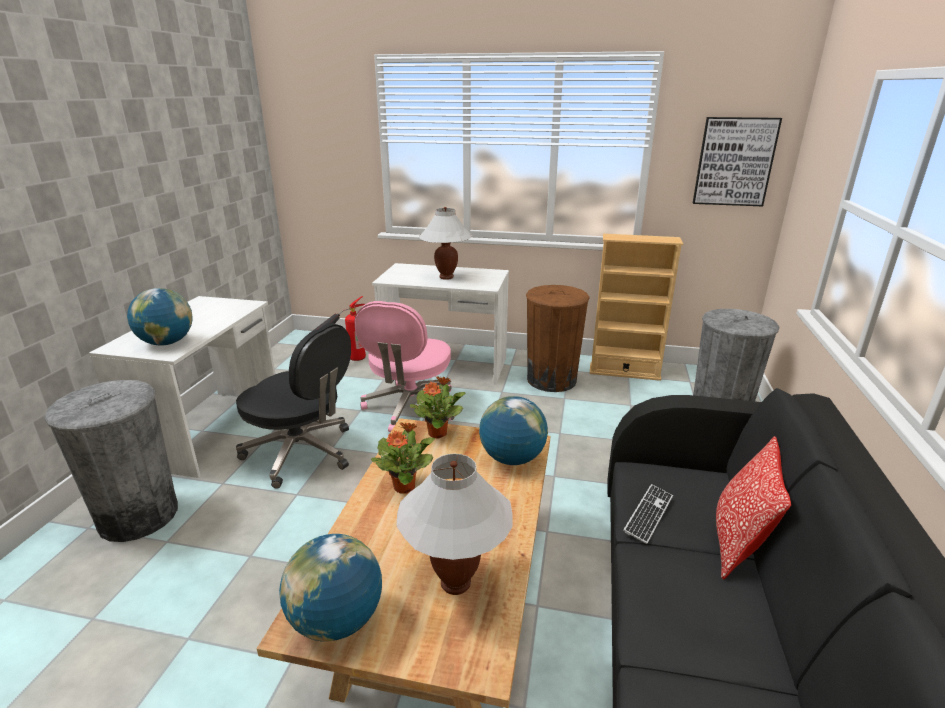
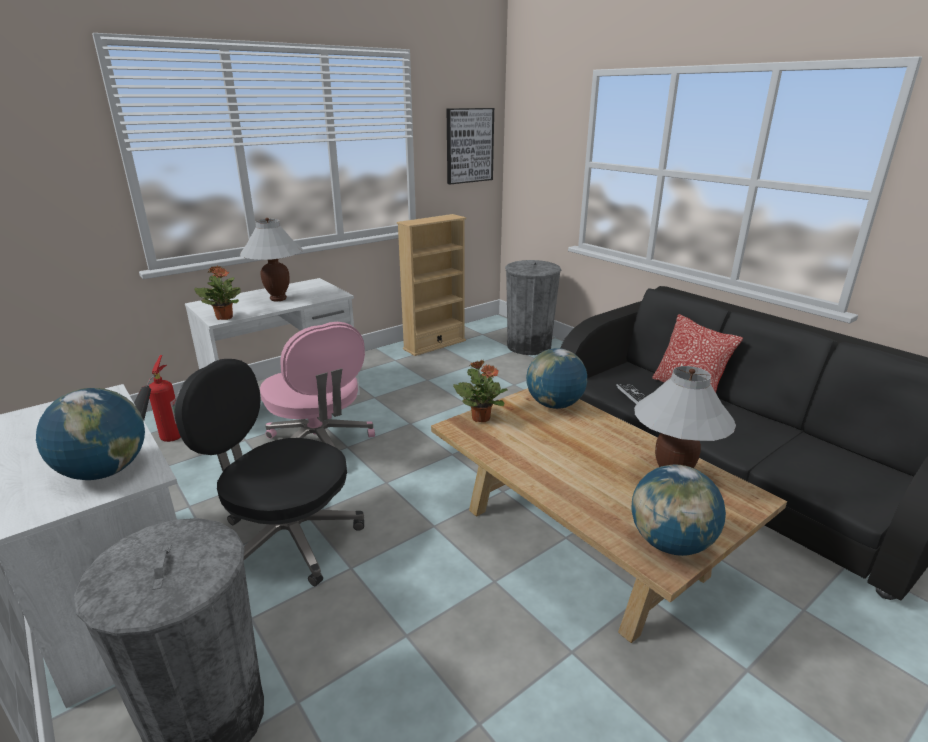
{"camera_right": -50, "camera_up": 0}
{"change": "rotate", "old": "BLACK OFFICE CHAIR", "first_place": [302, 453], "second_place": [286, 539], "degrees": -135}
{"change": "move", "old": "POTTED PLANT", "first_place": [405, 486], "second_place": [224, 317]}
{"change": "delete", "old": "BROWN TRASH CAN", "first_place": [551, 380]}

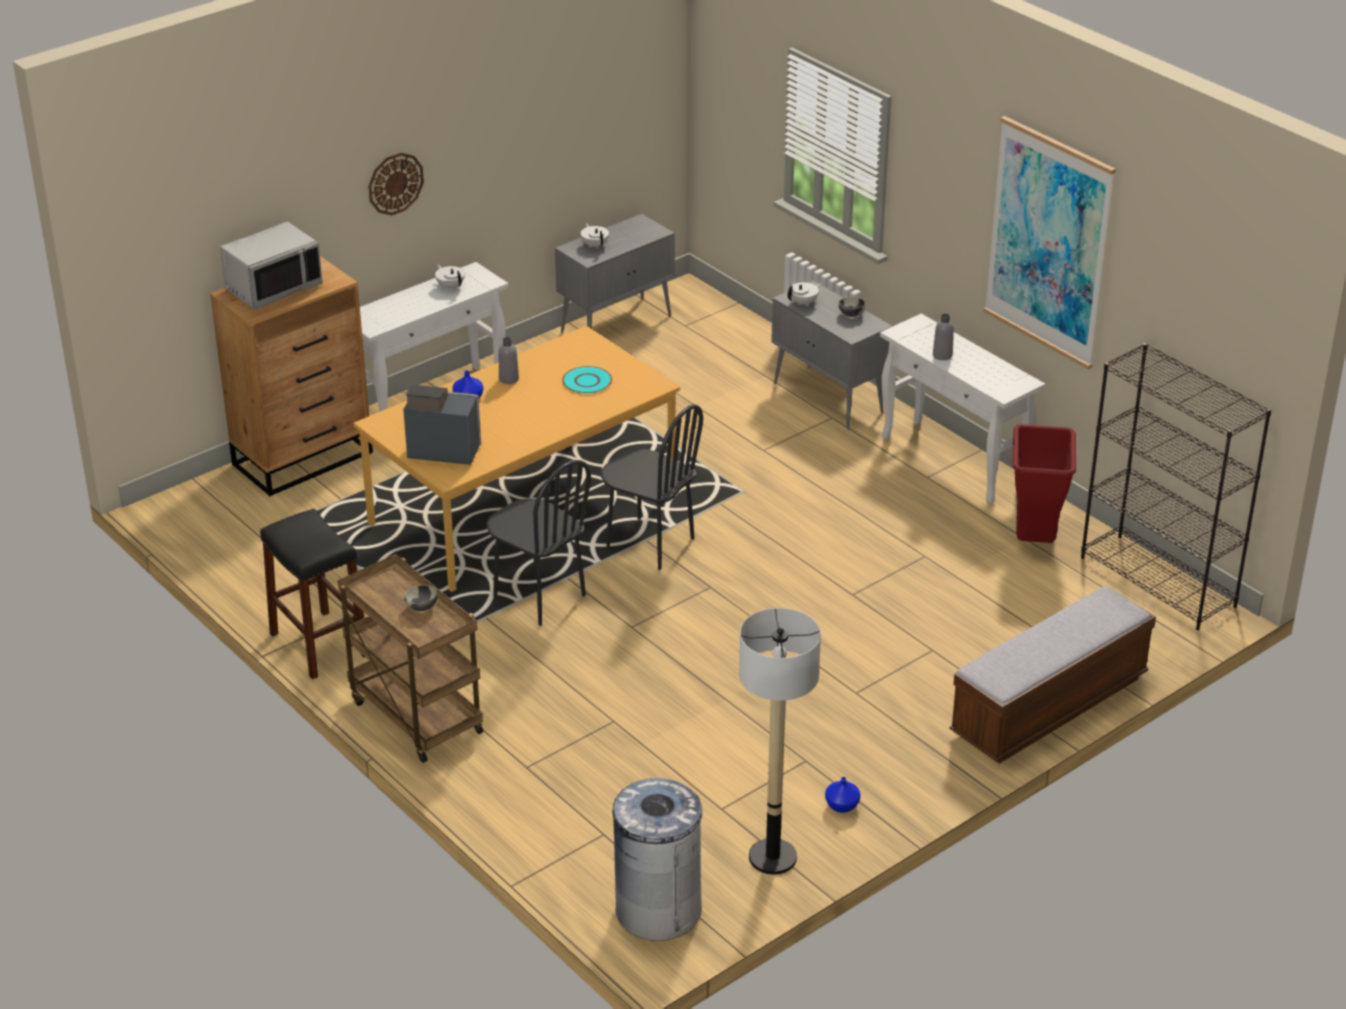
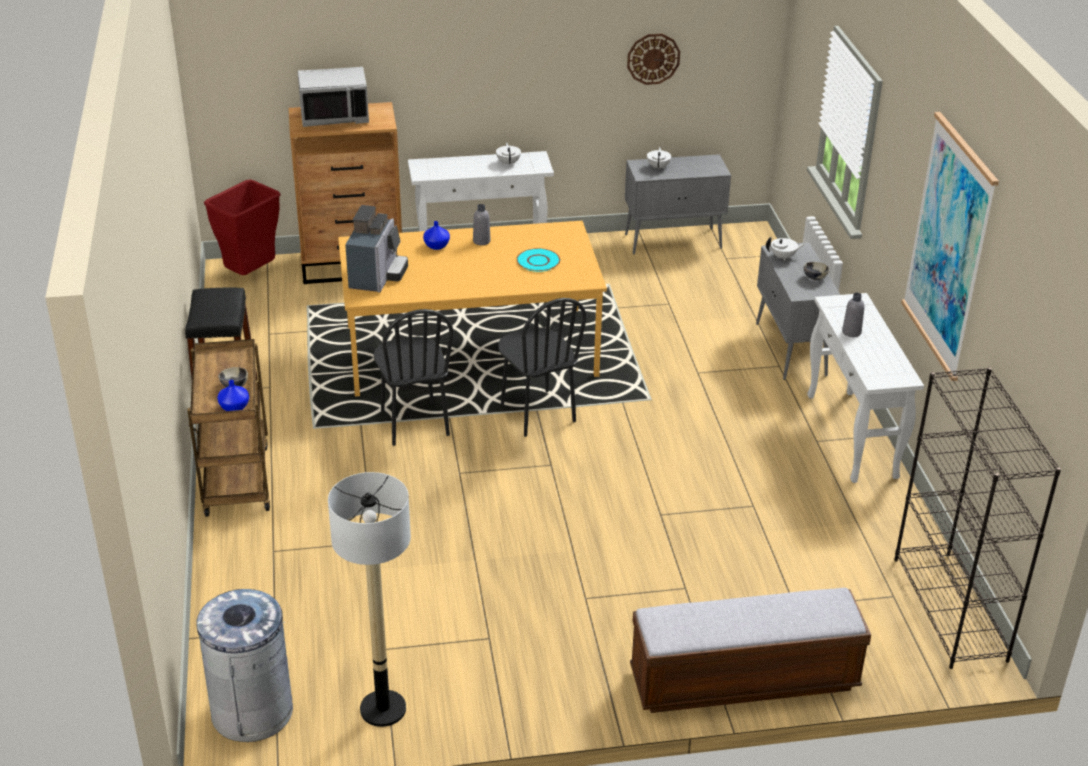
{"camera_right": 30, "camera_up": 0}
{"change": "move", "old": "WALL CLOCK", "first_place": [395, 183], "second_place": [653, 58]}
{"change": "rotate", "old": "COFFEE MACHINE", "first_place": [442, 450], "second_place": [377, 276], "degrees": 60}
{"change": "move", "old": "BLUE VASE", "first_place": [841, 805], "second_place": [234, 407]}
{"change": "move", "old": "RED TRASH CAN", "first_place": [1033, 540], "second_place": [251, 274]}

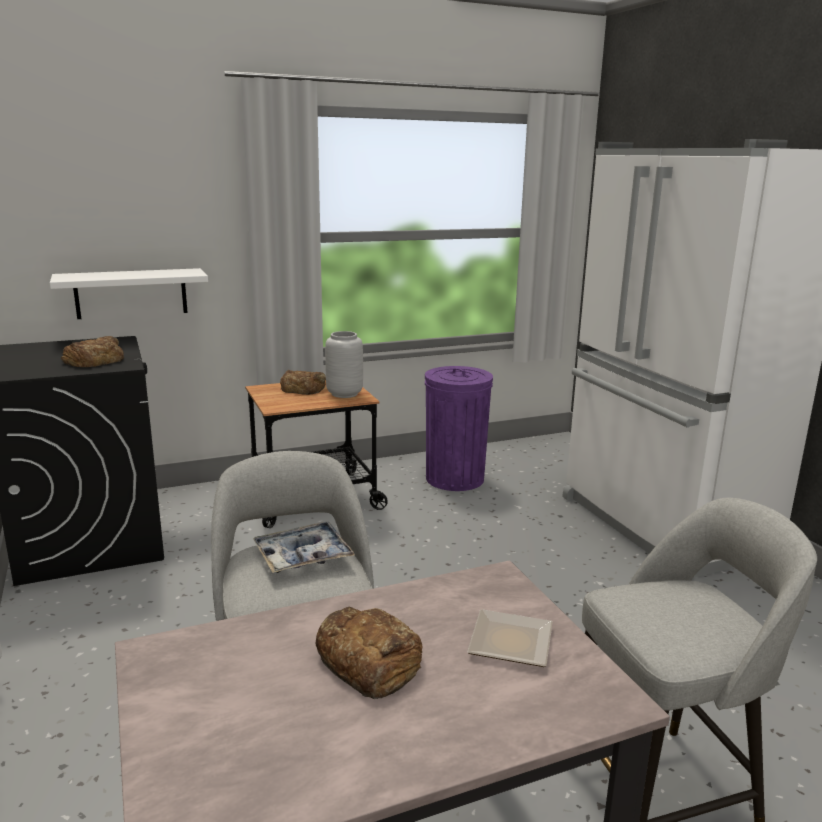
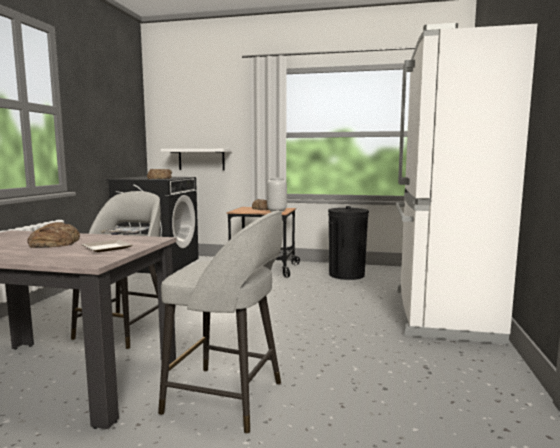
{"camera_right": 35, "camera_up": -10}
{"change": "recolor", "old": "PURPLE TRASH CAN", "new": "BLACK TRASH CAN", "first_place": [454, 478], "second_place": [346, 274]}

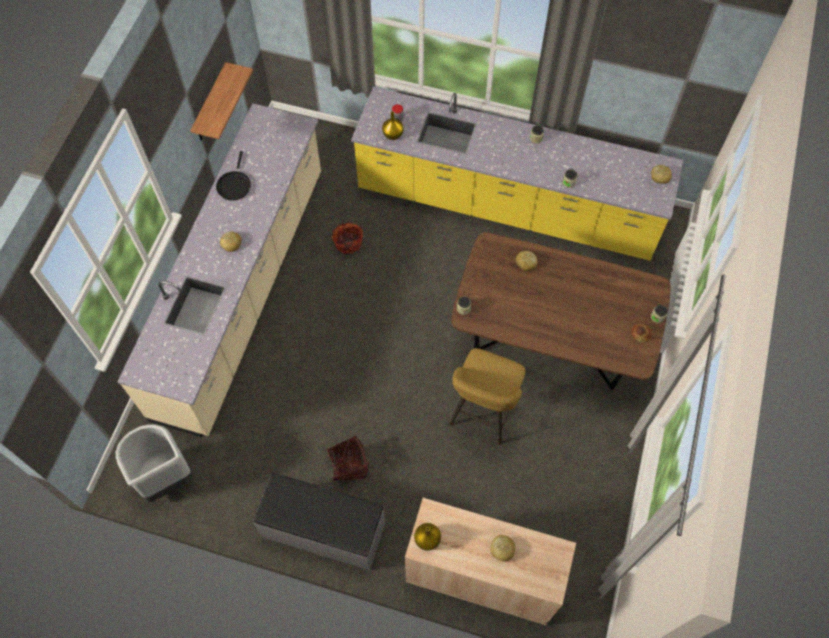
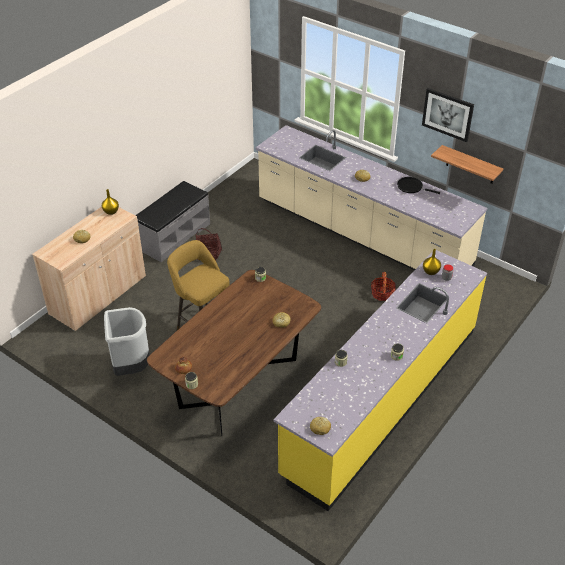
{"camera_right": 110, "camera_up": -20}
{"change": "move", "old": "GREY TRASH CAN", "first_place": [167, 478], "second_place": [131, 367]}
{"change": "insert", "new": "PICTURE", "second_place": [447, 114]}

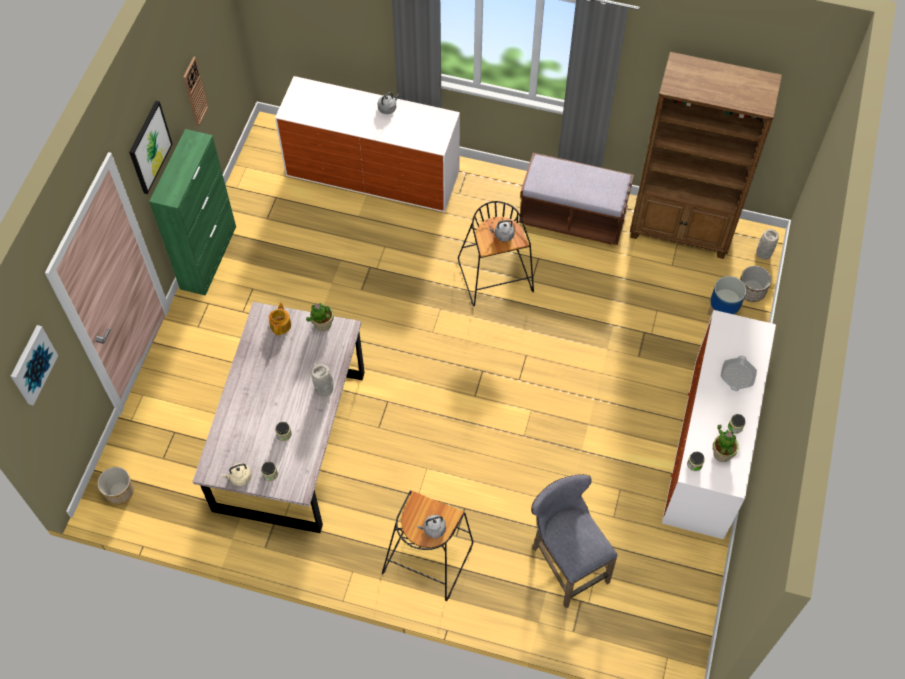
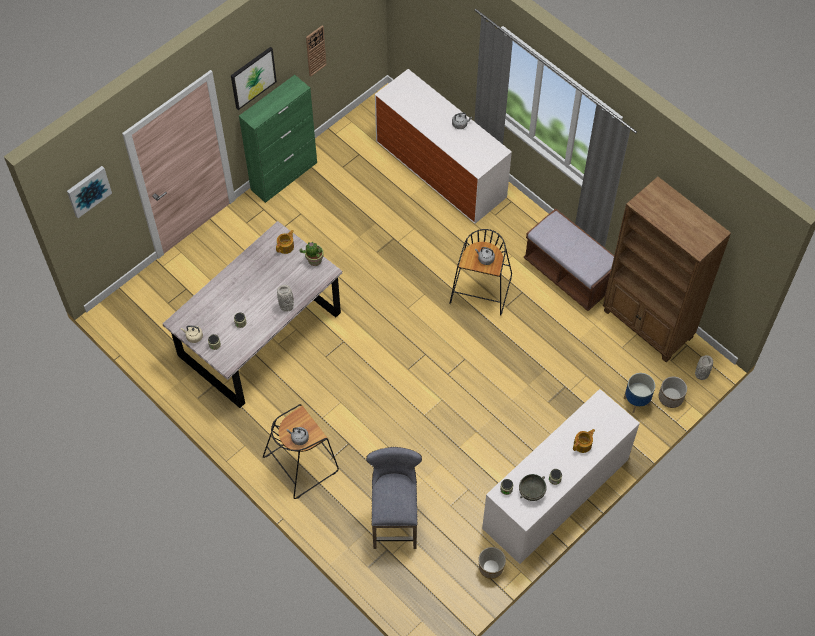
{"camera_right": 30, "camera_up": 0}
{"change": "move", "old": "PLANTER", "first_place": [119, 492], "second_place": [490, 568]}
{"change": "replace", "old": "POTTED PLANT", "new": "GREY BOWL", "first_place": [722, 453], "second_place": [532, 492]}
{"change": "replace", "old": "FRYING PAN", "new": "TEAPOT", "first_place": [737, 375], "second_place": [583, 444]}

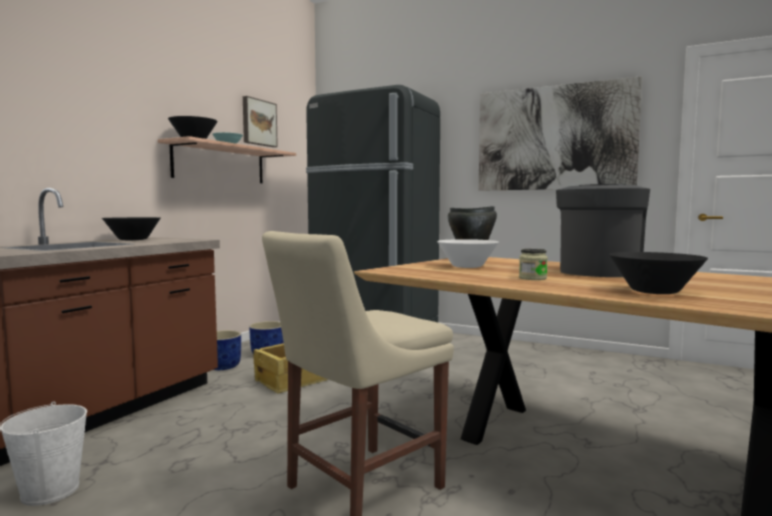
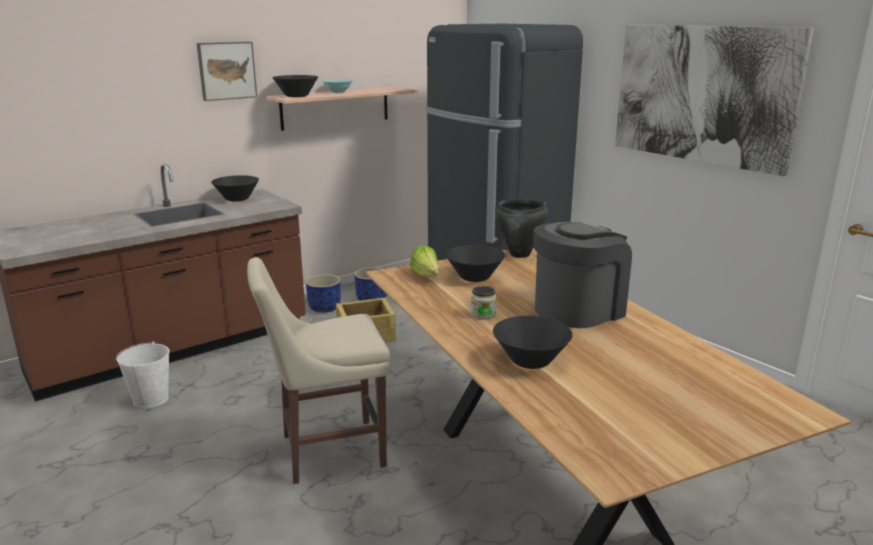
{"camera_right": 25, "camera_up": 15}
{"change": "move", "old": "PICTURE", "first_place": [258, 122], "second_place": [226, 70]}
{"change": "recolor", "old": "WHITE BOWL", "new": "BLACK BOWL", "first_place": [467, 266], "second_place": [474, 277]}
{"change": "insert", "new": "LETTUCE", "second_place": [426, 276]}

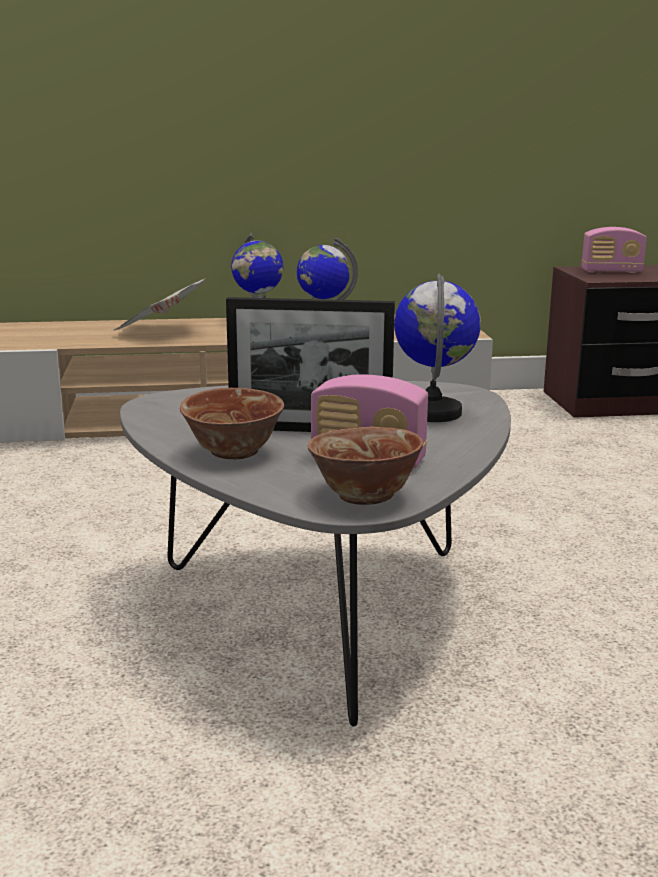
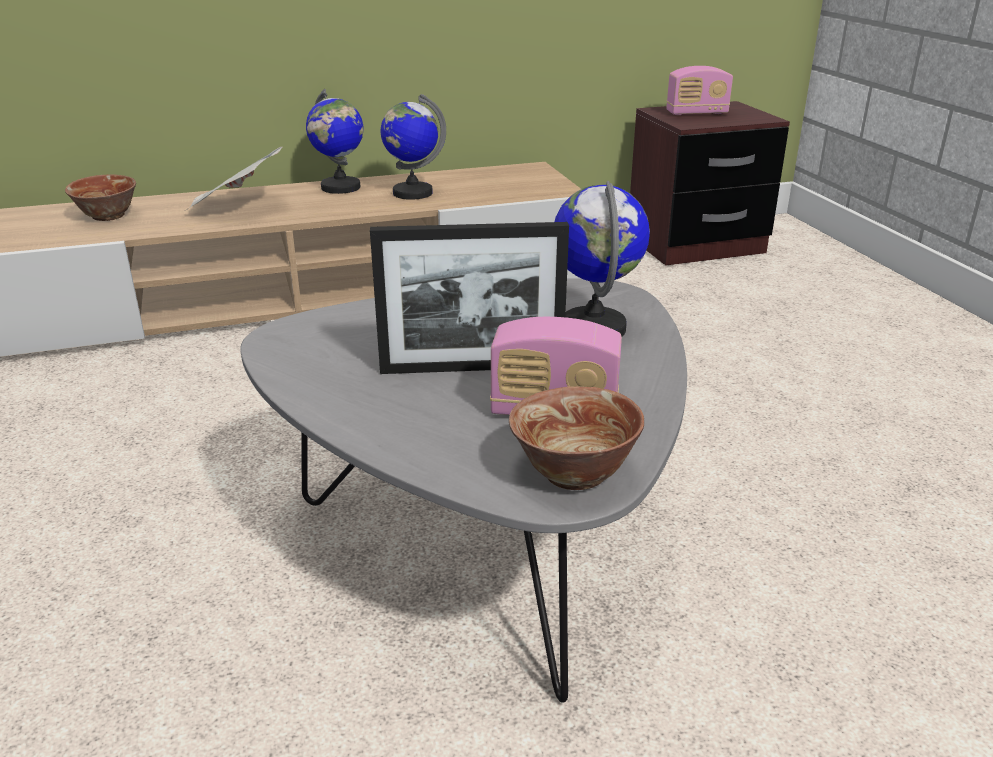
{"camera_right": -10, "camera_up": 10}
{"change": "move", "old": "BOWL", "first_place": [234, 452], "second_place": [108, 217]}

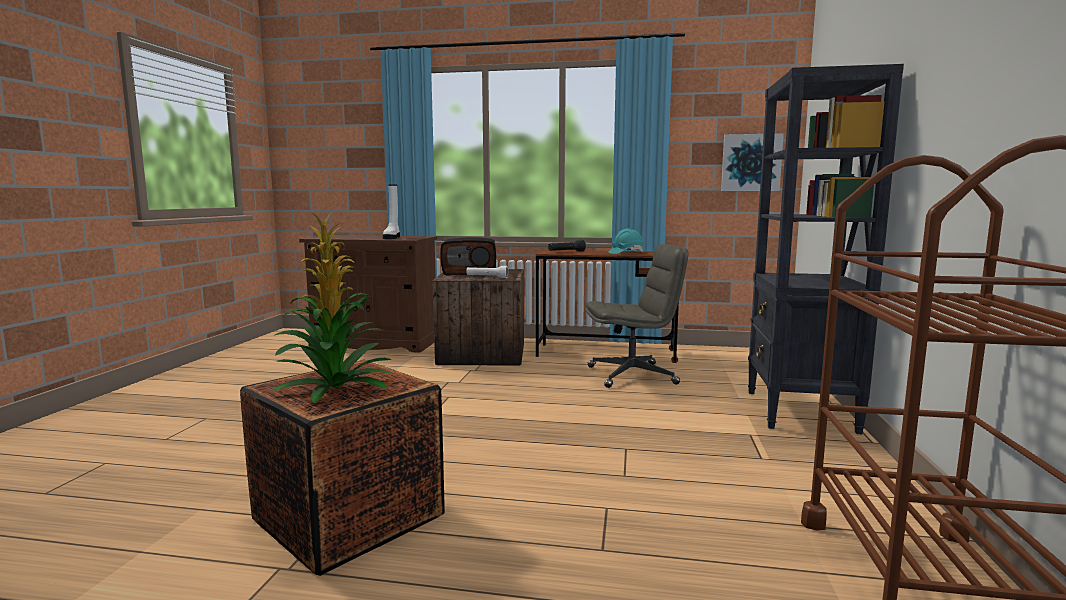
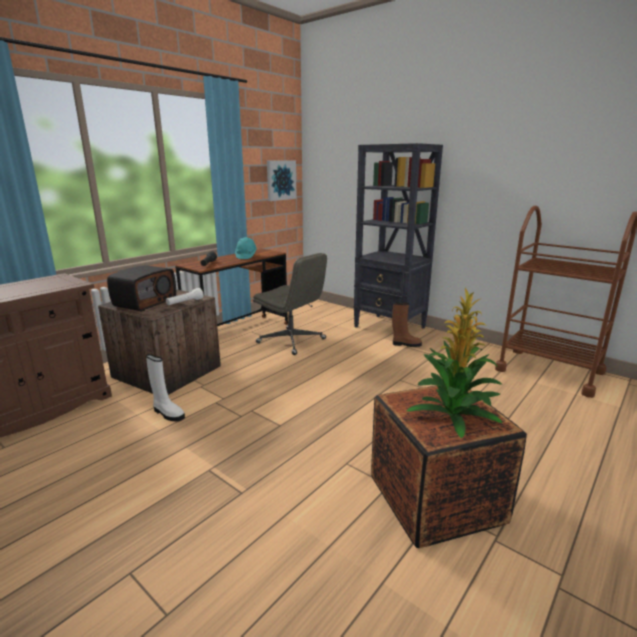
{"camera_right": -60, "camera_up": 10}
{"change": "move", "old": "WHITE BOOT", "first_place": [392, 238], "second_place": [167, 413]}
{"change": "rotate", "old": "GREY OFFICE CHAIR", "first_place": [632, 375], "second_place": [292, 341], "degrees": 105}
{"change": "insert", "new": "BROWN BOOT", "second_place": [406, 344]}

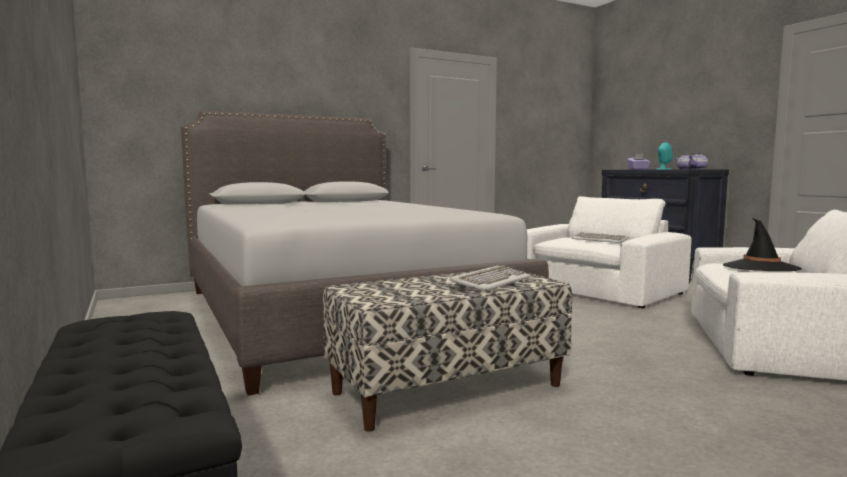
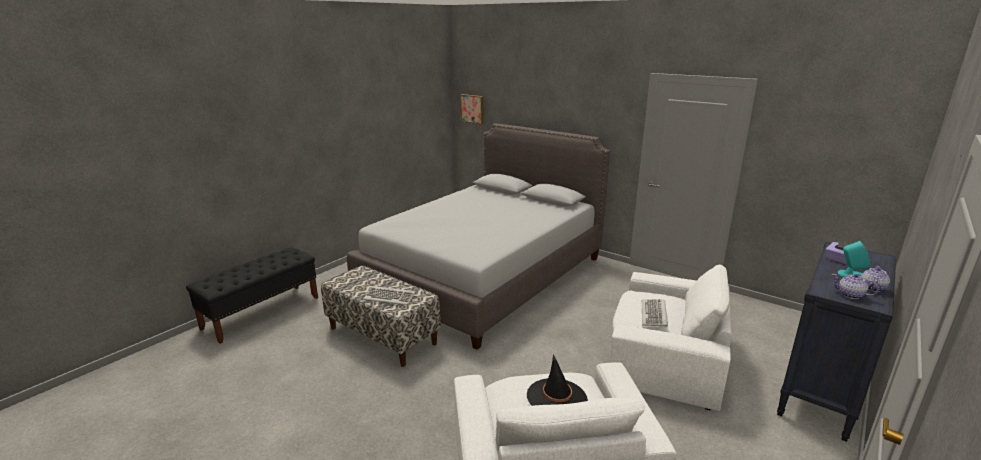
{"camera_right": 65, "camera_up": 15}
{"change": "insert", "new": "PICTURE", "second_place": [473, 109]}

